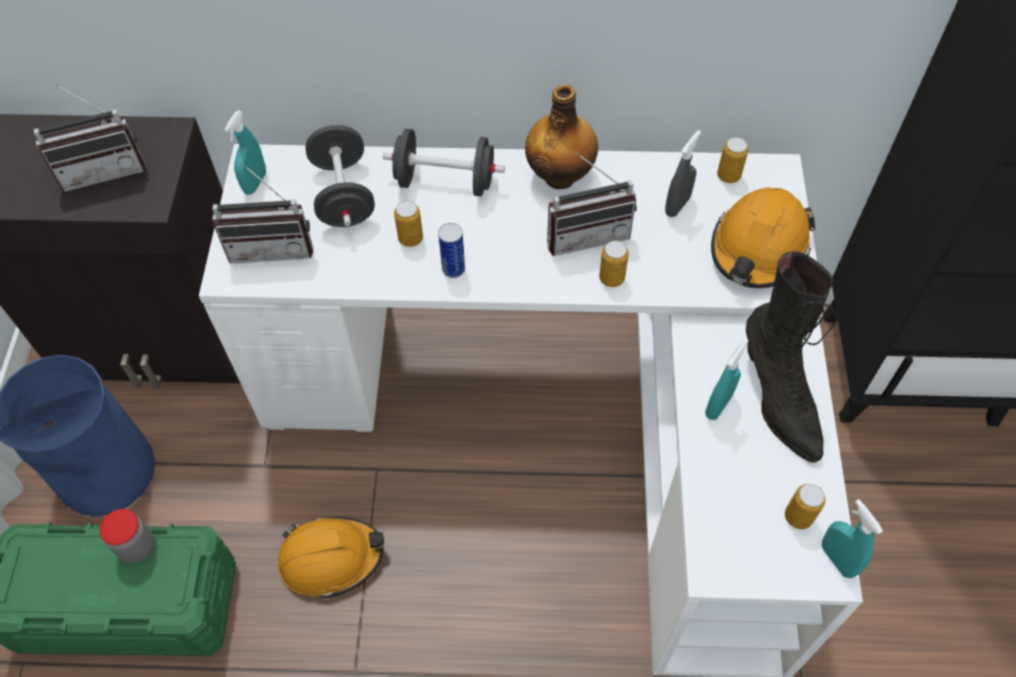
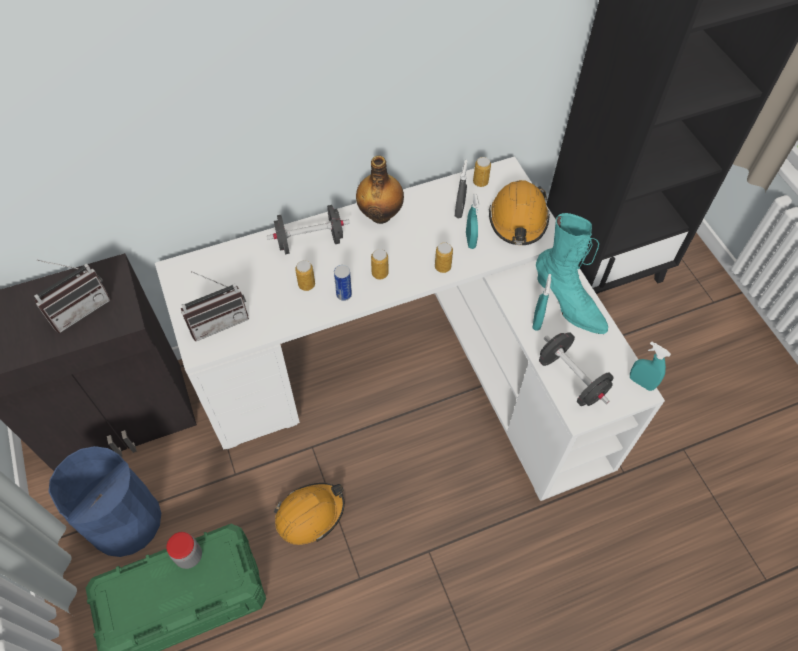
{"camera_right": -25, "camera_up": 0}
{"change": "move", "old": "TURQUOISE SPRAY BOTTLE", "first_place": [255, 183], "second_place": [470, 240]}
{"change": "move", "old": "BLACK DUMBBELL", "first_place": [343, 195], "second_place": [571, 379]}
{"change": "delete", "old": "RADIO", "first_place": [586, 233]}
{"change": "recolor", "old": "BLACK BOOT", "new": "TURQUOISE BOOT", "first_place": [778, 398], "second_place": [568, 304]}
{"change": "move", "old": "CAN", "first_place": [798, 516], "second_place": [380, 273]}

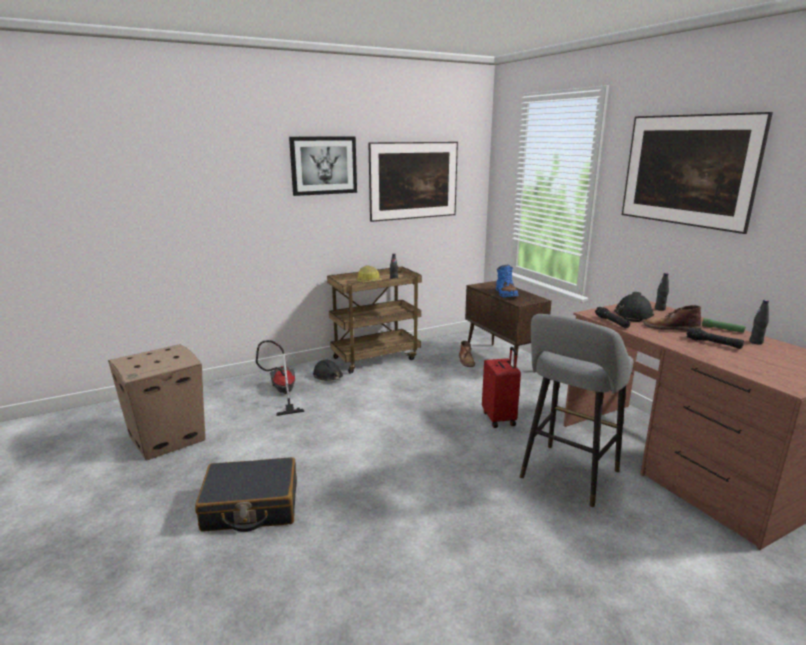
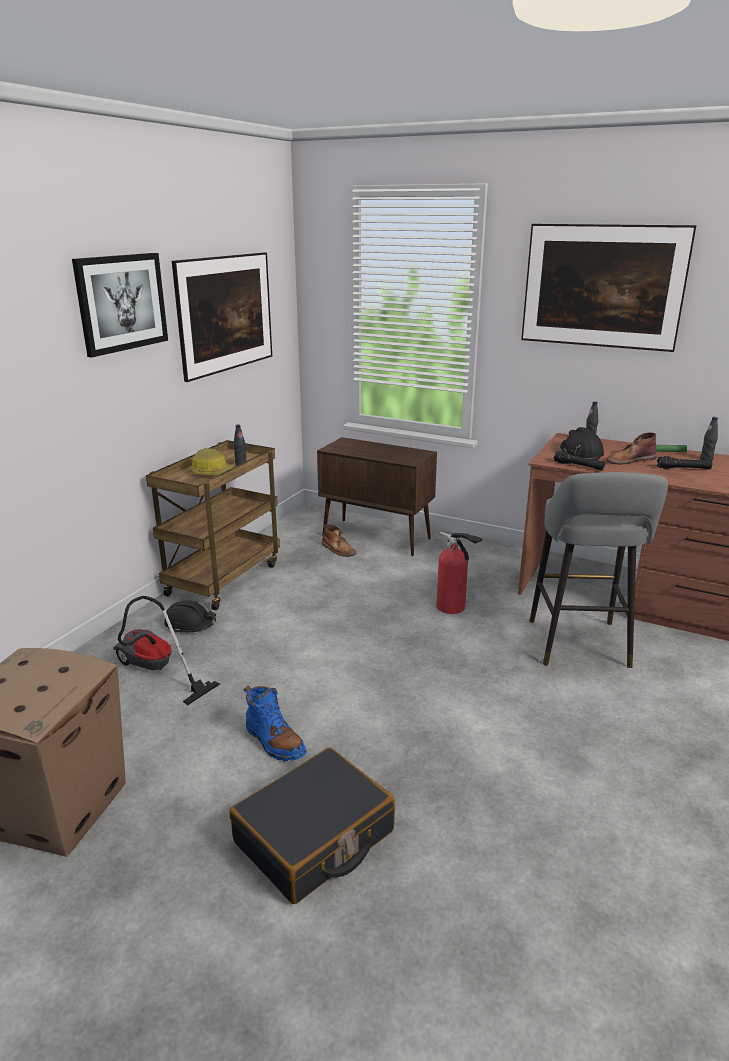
{"camera_right": -35, "camera_up": 5}
{"change": "replace", "old": "RED SUITCASE", "new": "FIRE EXTINGUISHER", "first_place": [499, 418], "second_place": [453, 608]}
{"change": "move", "old": "BLUE BOOT", "first_place": [506, 294], "second_place": [274, 741]}

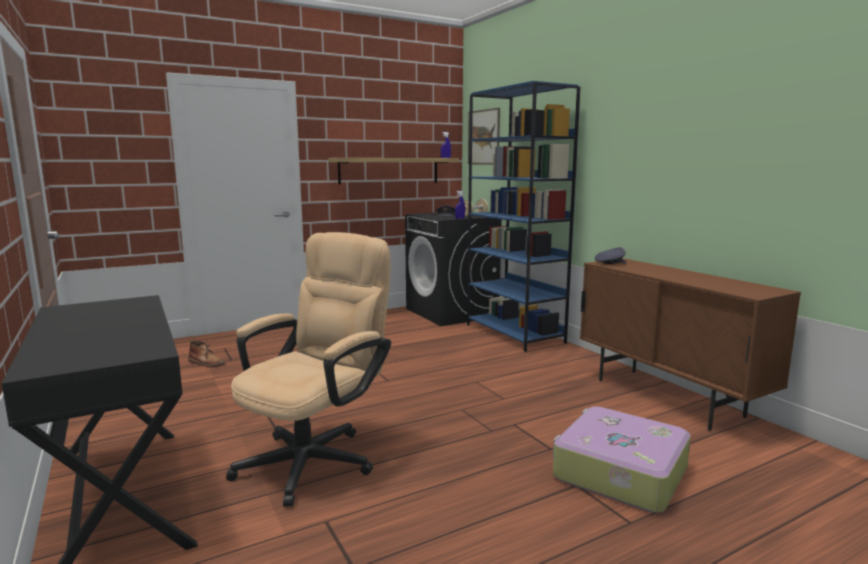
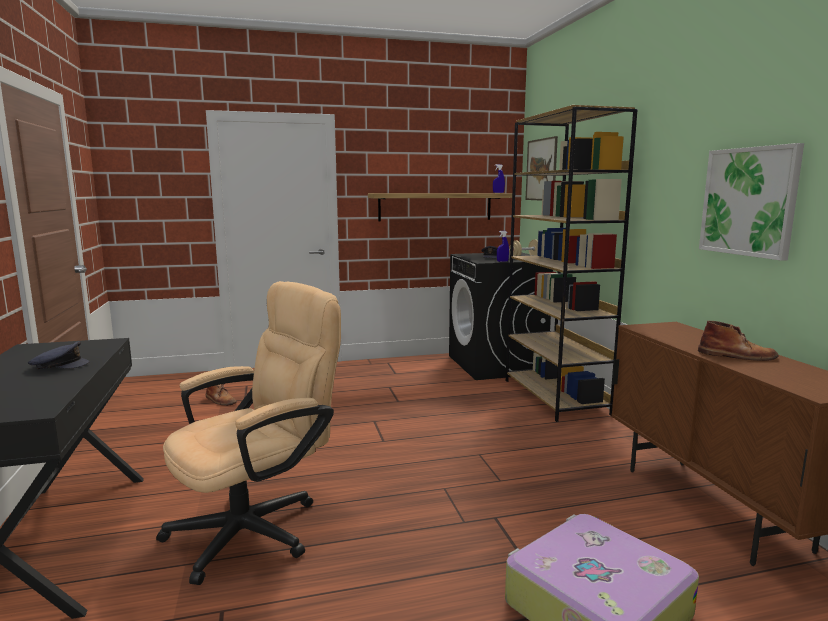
{"camera_right": 15, "camera_up": 0}
{"change": "recolor", "old": "BLUE BOOKCASE", "new": "BROWN BOOKCASE", "first_place": [515, 333], "second_place": [555, 397]}
{"change": "move", "old": "GREY CAP", "first_place": [610, 263], "second_place": [60, 365]}
{"change": "insert", "new": "BROWN BOOT", "second_place": [737, 356]}
{"change": "insert", "new": "PICTURE", "second_place": [749, 201]}

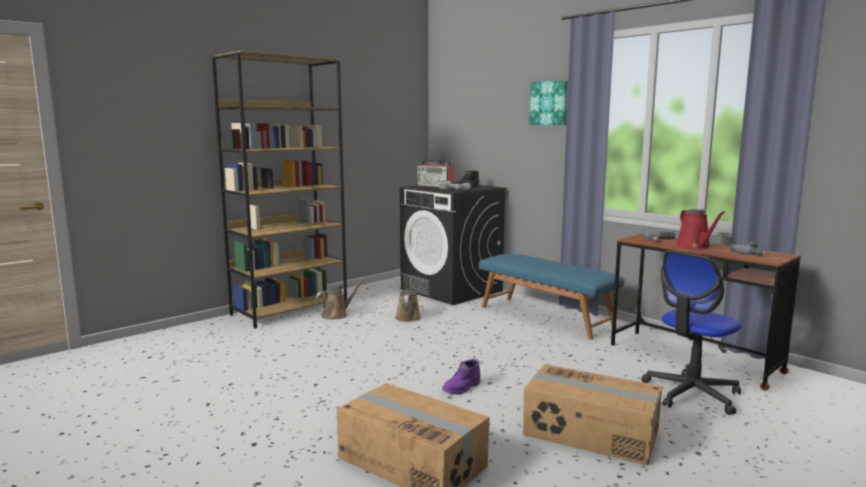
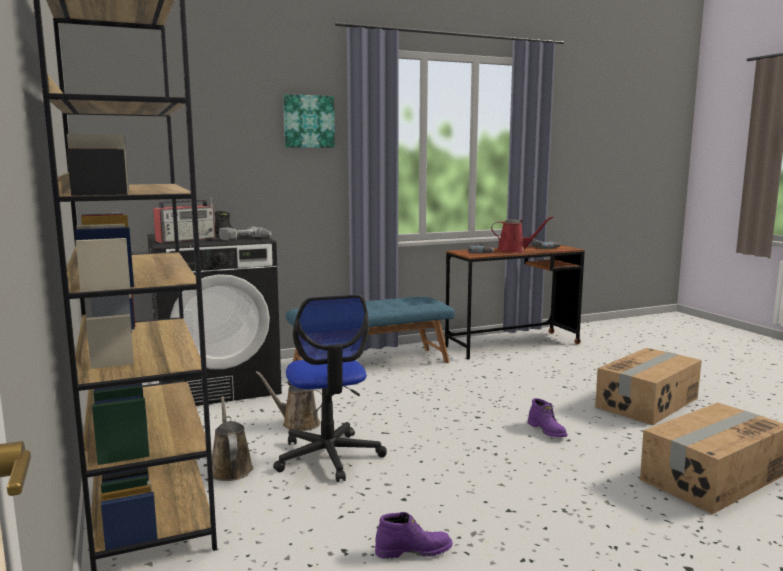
{"camera_right": -70, "camera_up": 0}
{"change": "move", "old": "OFFICE CHAIR", "first_place": [691, 393], "second_place": [329, 457]}
{"change": "insert", "new": "PURPLE BOOT", "second_place": [413, 550]}

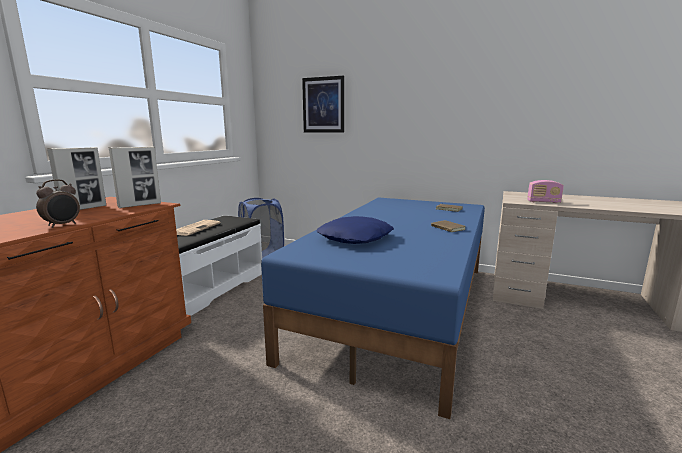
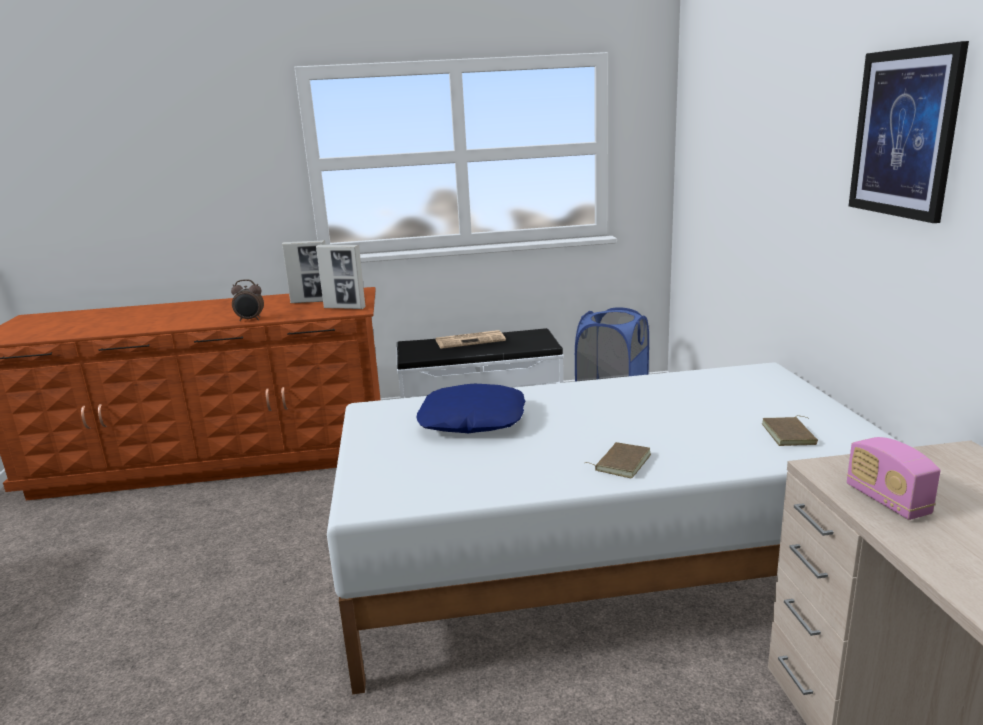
{"camera_right": 60, "camera_up": 5}
{"change": "recolor", "old": "BLUE BED", "new": "WHITE BED", "first_place": [400, 307], "second_place": [602, 569]}
{"change": "move", "old": "PICTURE", "first_place": [323, 105], "second_place": [904, 133]}

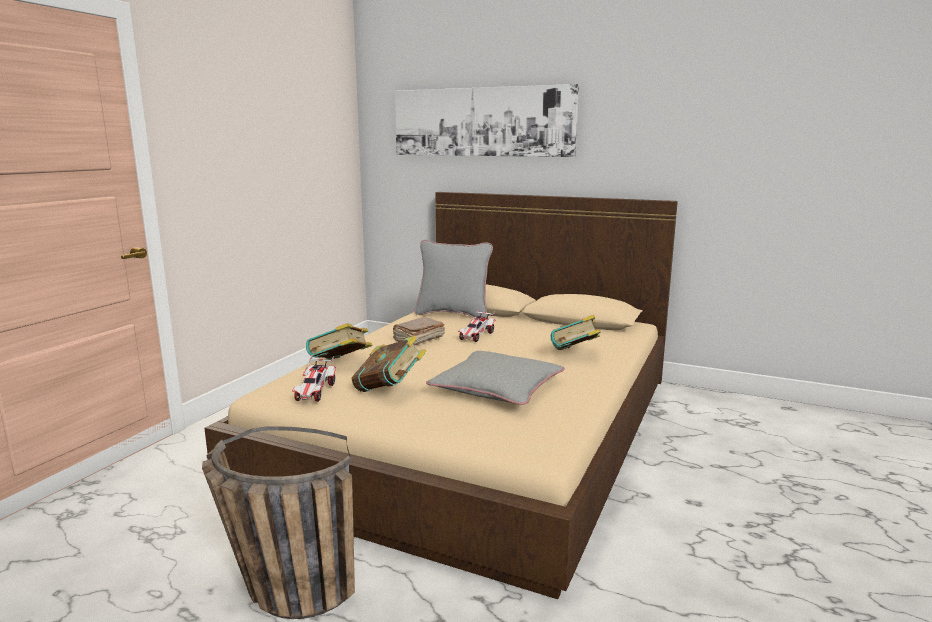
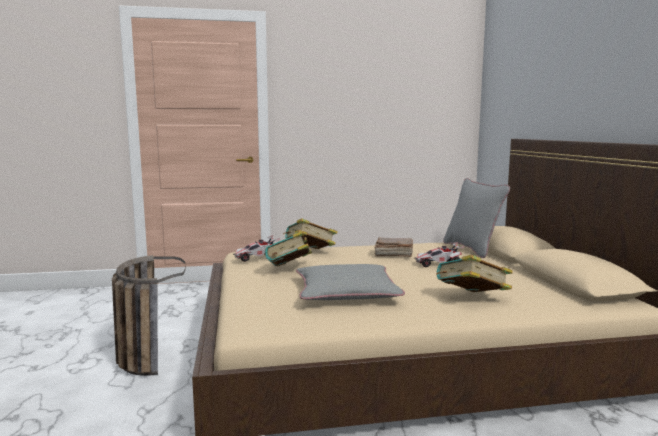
{"camera_right": 55, "camera_up": -5}
{"change": "delete", "old": "PICTURE", "first_place": [481, 122]}

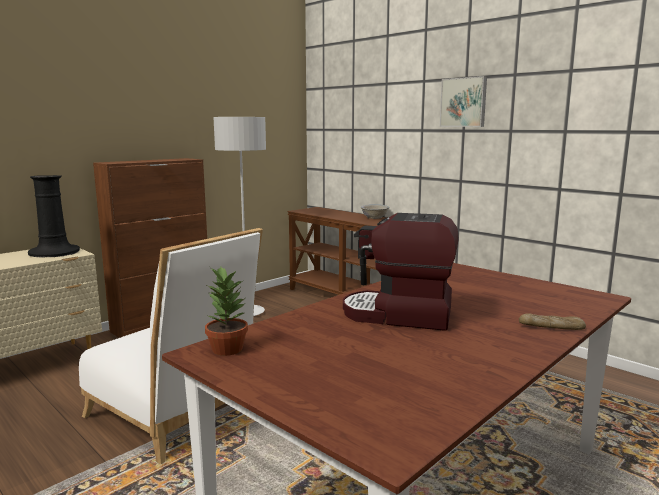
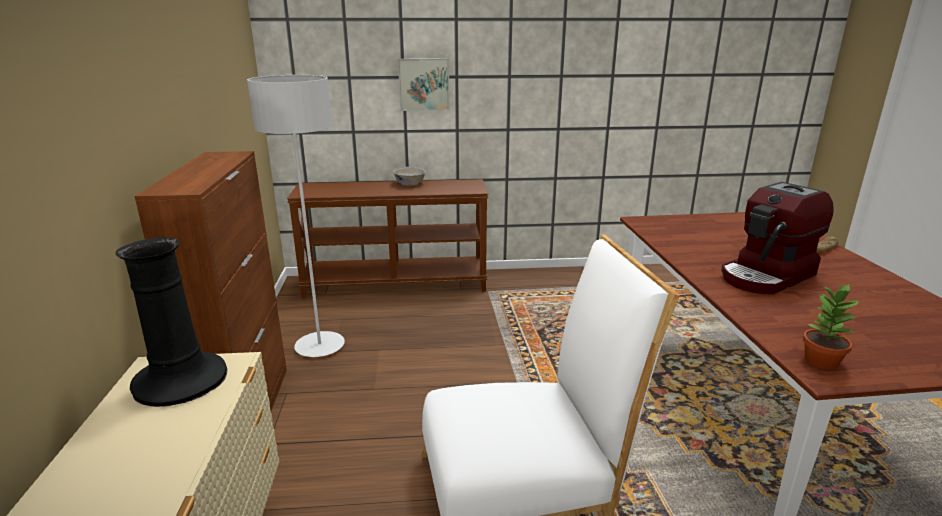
{"camera_right": -50, "camera_up": 10}
{"change": "move", "old": "PICTURE", "first_place": [464, 102], "second_place": [424, 84]}

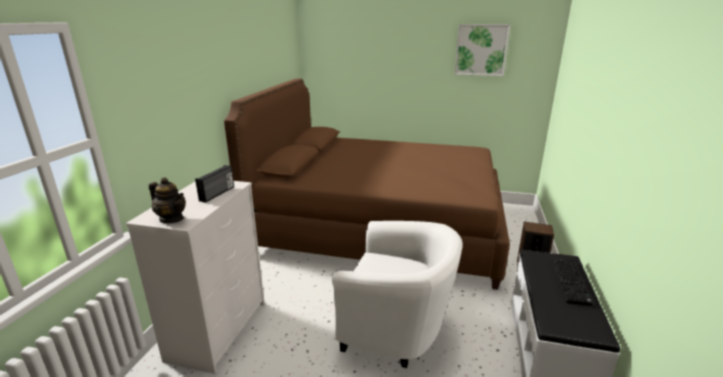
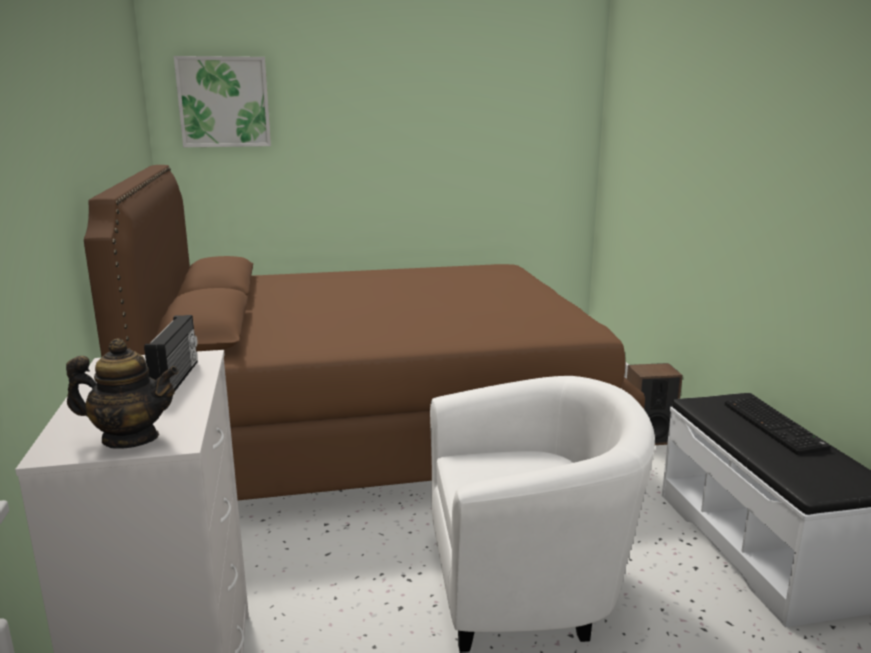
{"camera_right": -25, "camera_up": -5}
{"change": "move", "old": "PICTURE", "first_place": [481, 50], "second_place": [224, 102]}

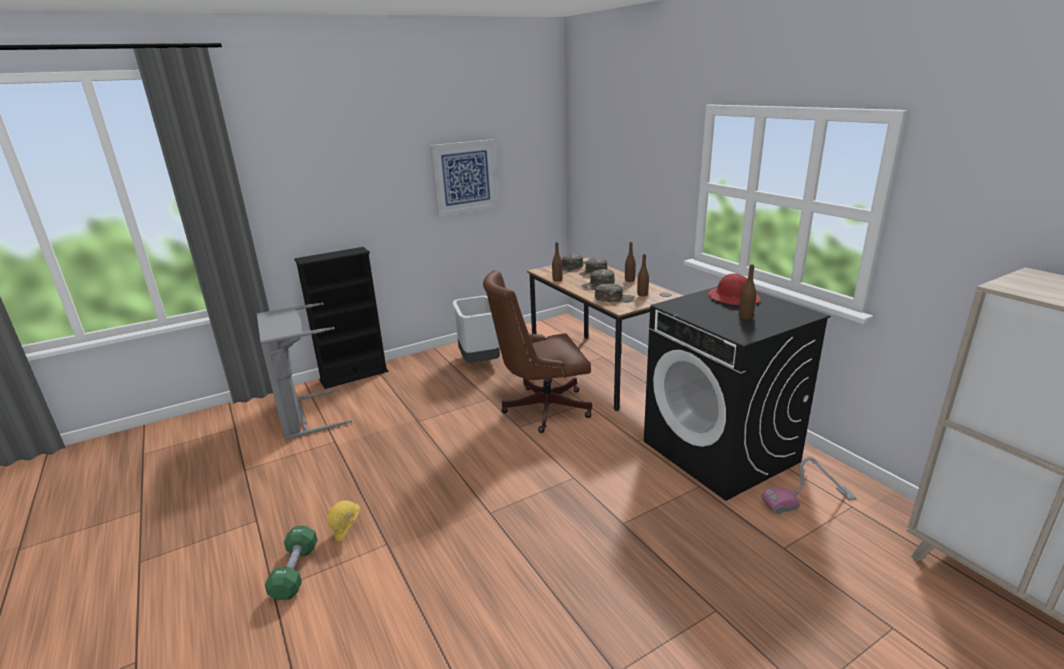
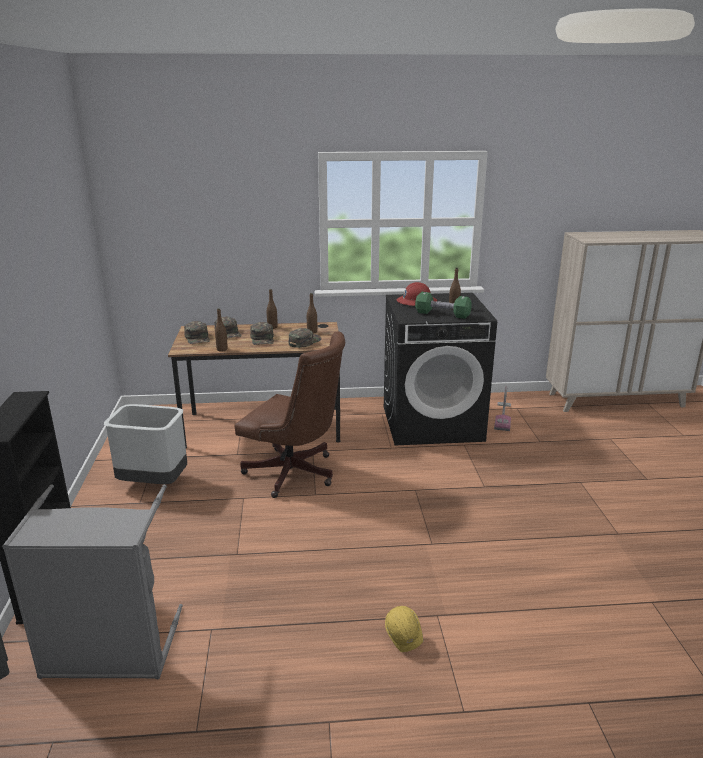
{"camera_right": -65, "camera_up": 0}
{"change": "move", "old": "GREEN DUMBBELL", "first_place": [295, 572], "second_place": [442, 314]}
{"change": "delete", "old": "PICTURE", "first_place": [465, 177]}
{"change": "rotate", "old": "BROWN OFFICE CHAIR", "first_place": [540, 408], "second_place": [295, 474], "degrees": -75}

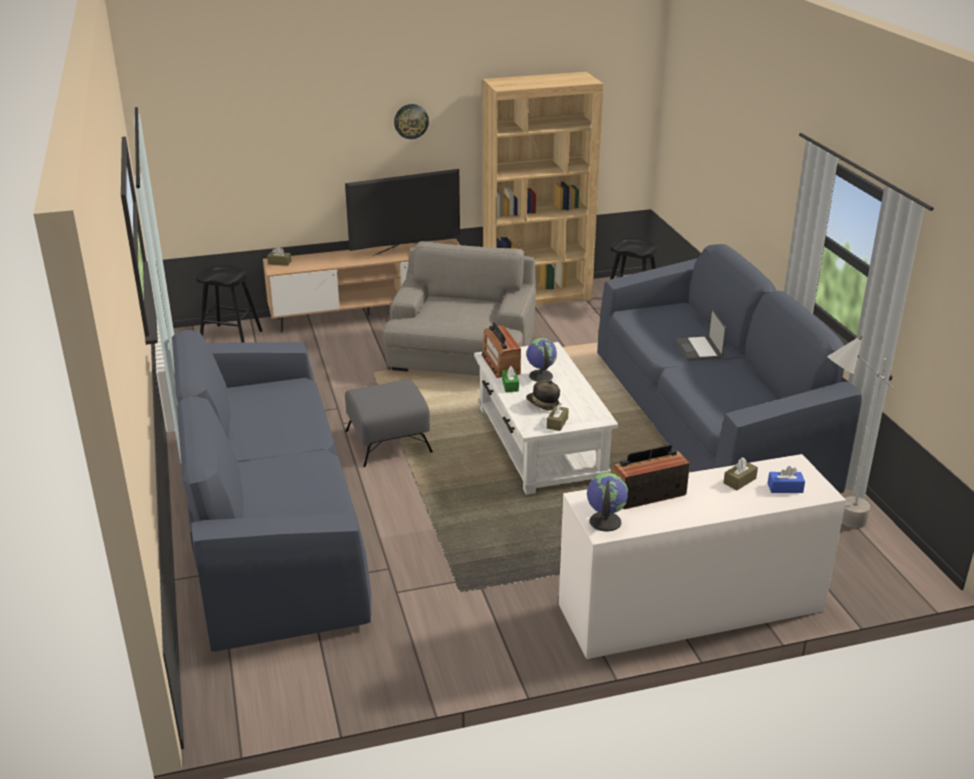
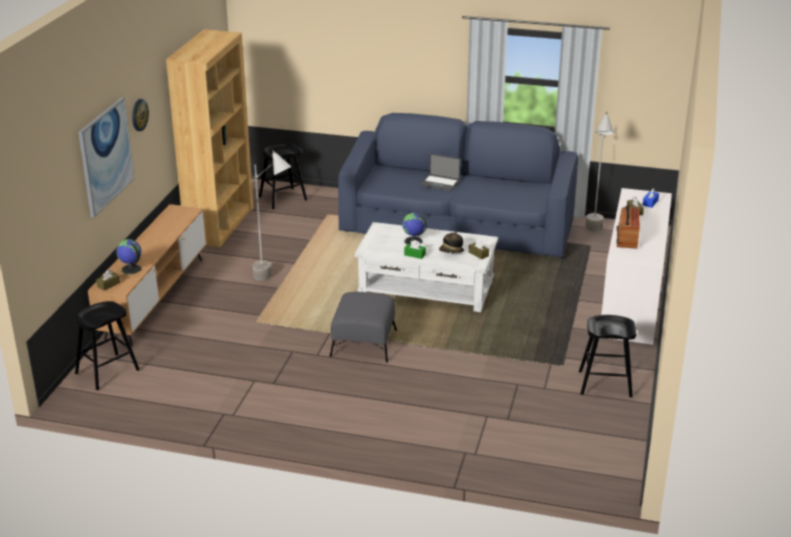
{"camera_right": -60, "camera_up": 0}
{"change": "delete", "old": "BLUE SOFA", "first_place": [270, 523]}
{"change": "delete", "old": "TELEVISION", "first_place": [405, 250]}
{"change": "replace", "old": "GREY ARMCHAIR", "new": "GREY FLOOR LAMP", "first_place": [462, 355], "second_place": [274, 280]}
{"change": "delete", "old": "RADIO", "first_place": [500, 364]}
{"change": "move", "old": "GLOBE", "first_place": [604, 521], "second_place": [131, 269]}
{"change": "insert", "new": "PICTURE", "second_place": [106, 156]}
{"change": "insert", "new": "BLACK STOOL", "second_place": [604, 384]}

